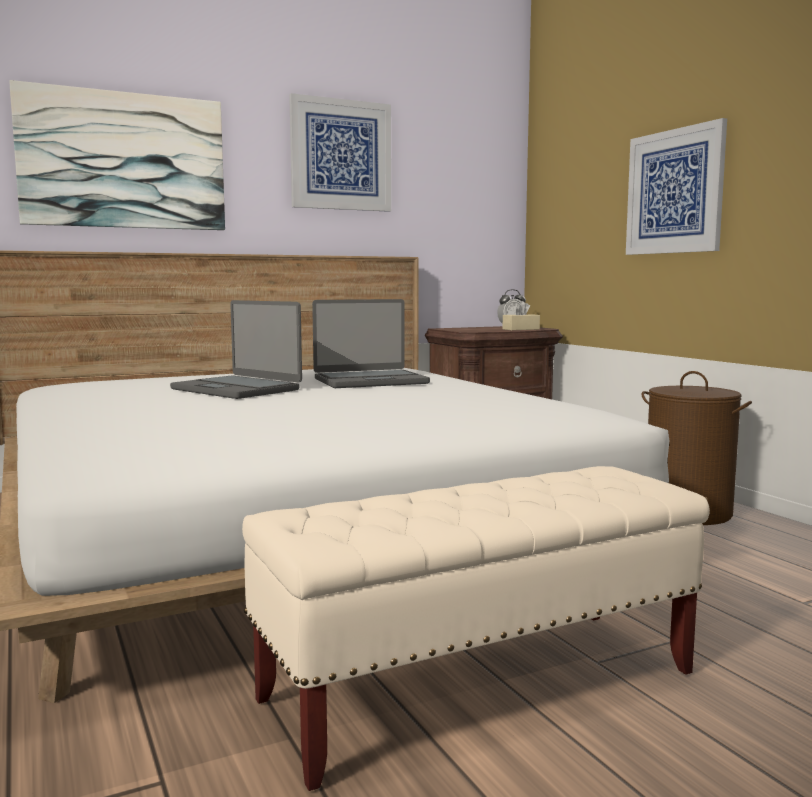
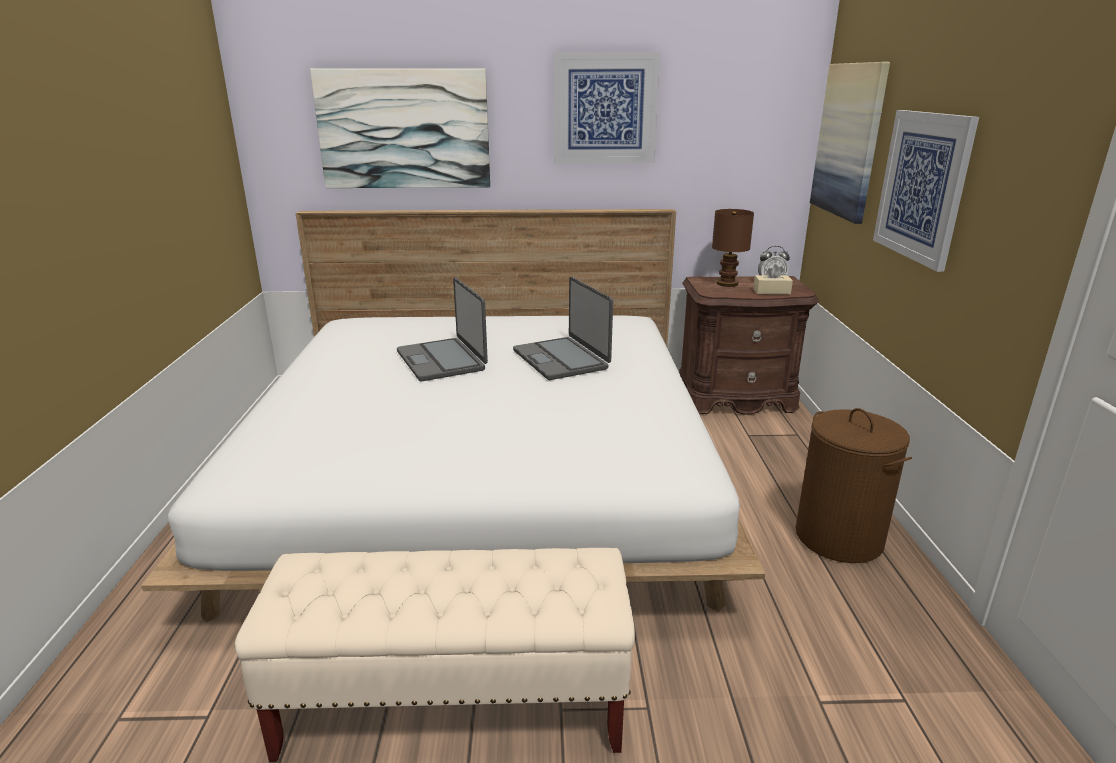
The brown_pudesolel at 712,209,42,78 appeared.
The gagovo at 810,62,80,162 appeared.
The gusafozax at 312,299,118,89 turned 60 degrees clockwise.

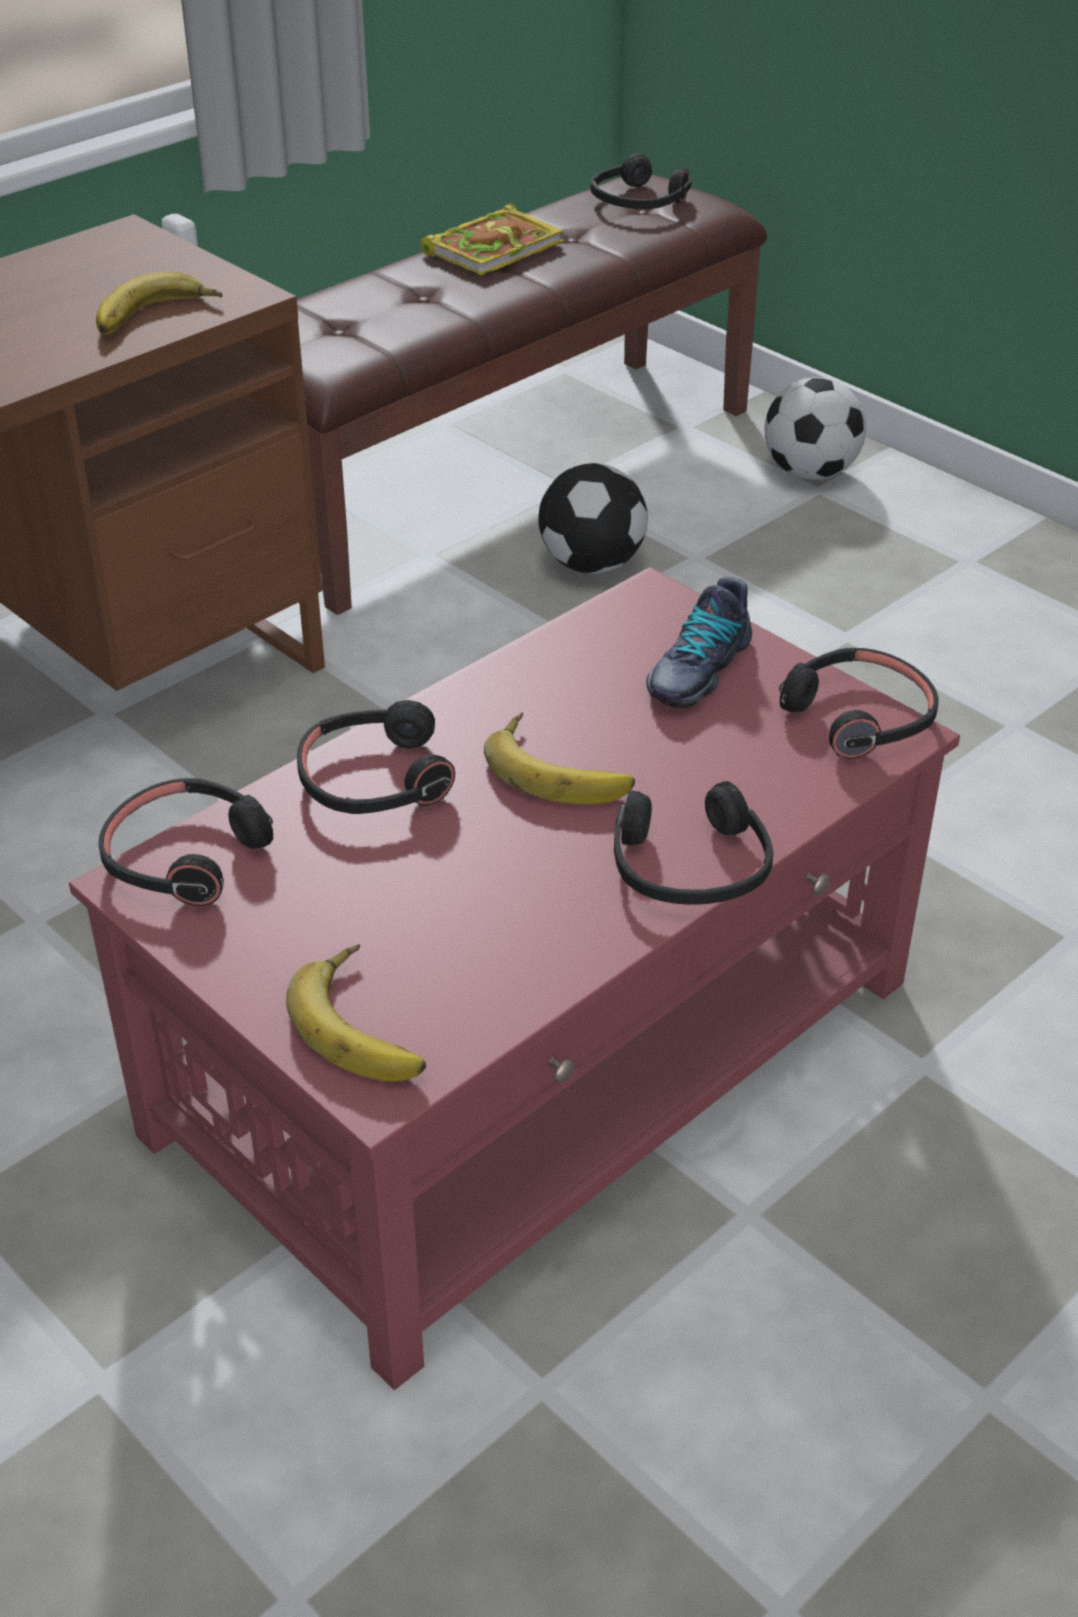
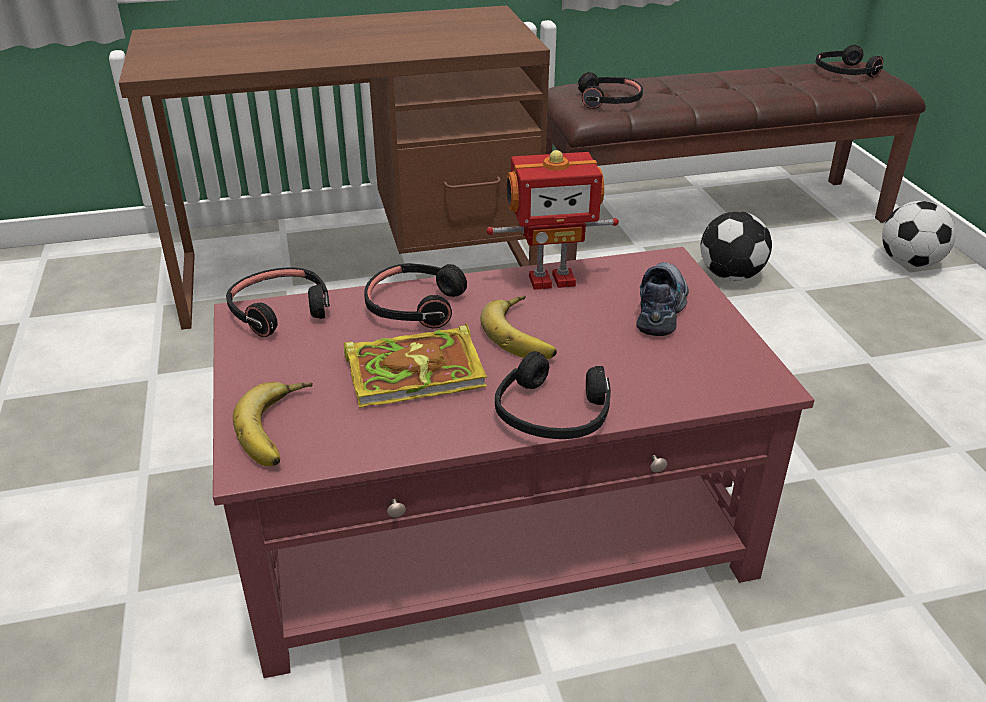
The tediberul at 96,272,126,63 disappeared.
The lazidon at 486,150,133,140 appeared.
The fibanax moved from 421,203,143,72 to 344,324,143,84.
The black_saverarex moved from 779,648,160,111 to 578,72,65,37.
The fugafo at 646,577,106,132 turned 135 degrees clockwise.

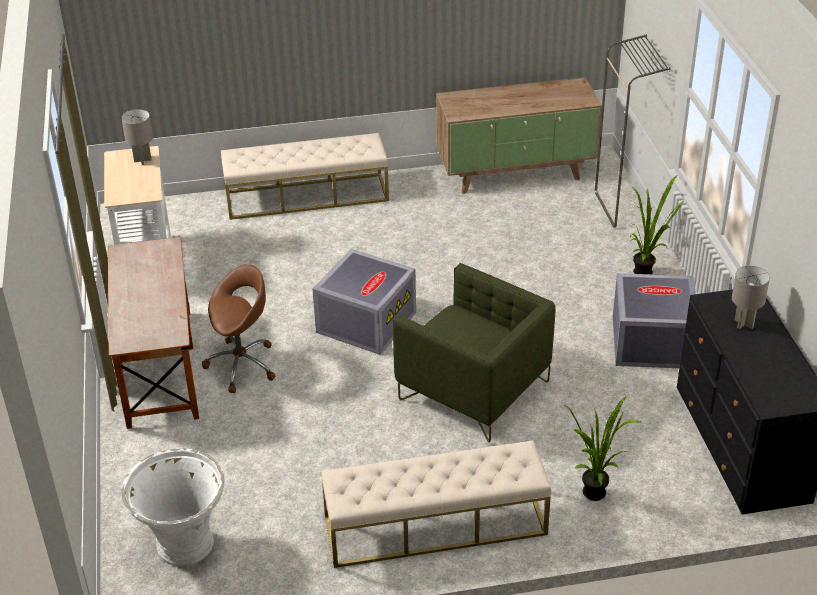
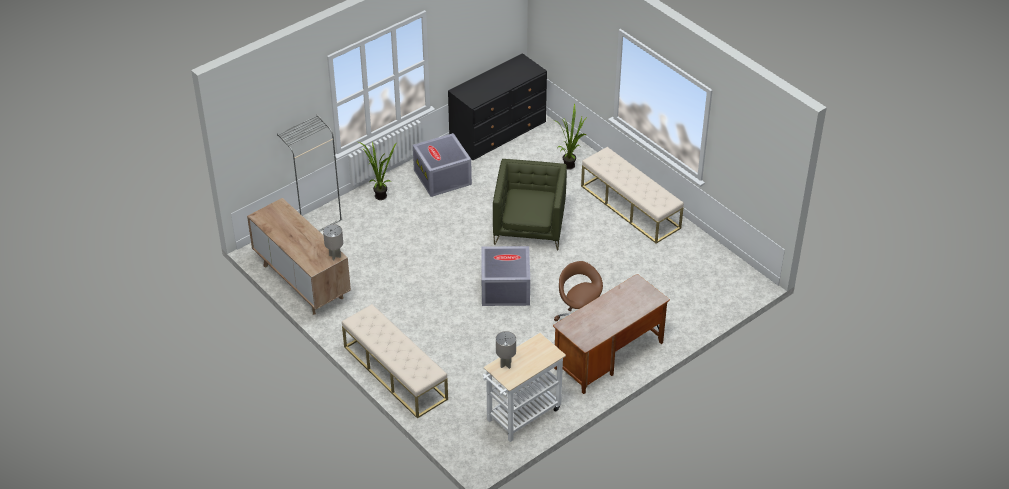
The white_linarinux at 122,448,103,118 disappeared.
The grey_pudesolel moved from 732,266,38,63 to 323,224,20,36.

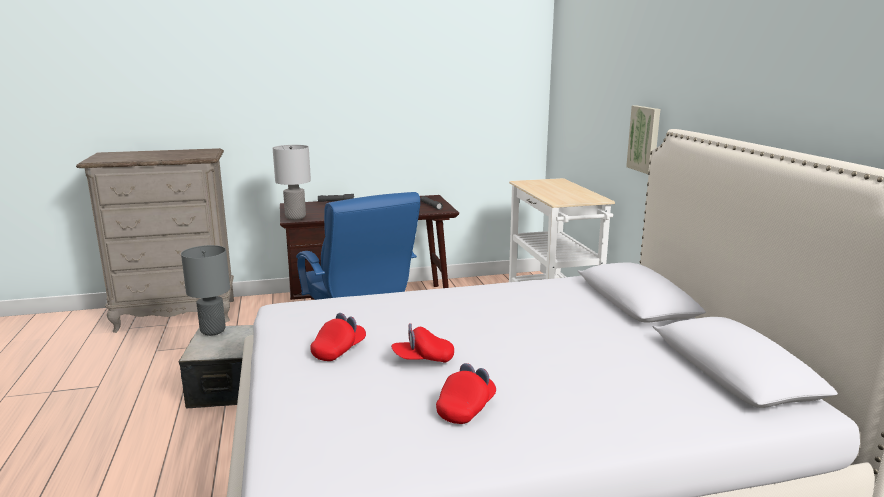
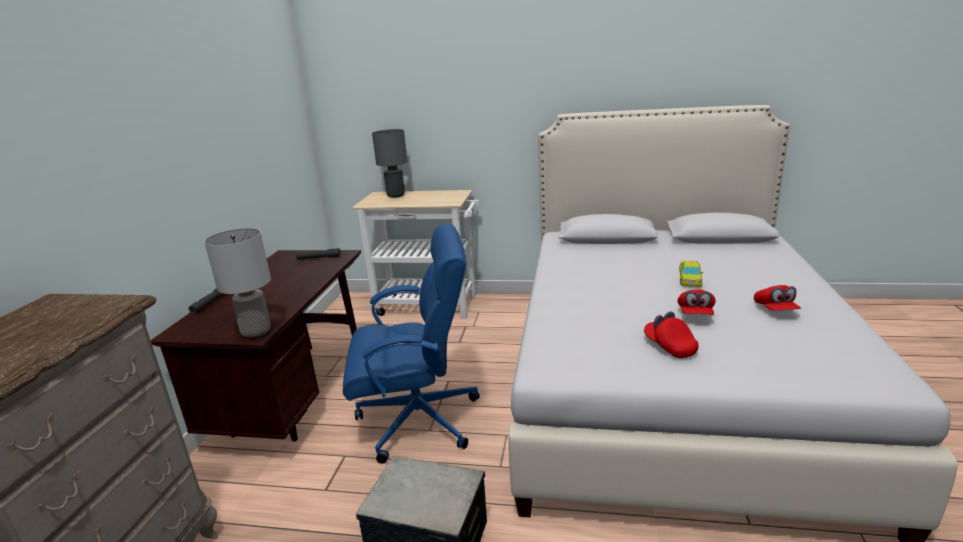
The gagovo at 626,106,34,68 disappeared.
The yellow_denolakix at 679,261,24,26 appeared.
The grey_pudesolel moved from 181,245,49,91 to 372,129,36,69.
The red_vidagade at 436,363,60,61 turned 150 degrees counterclockwise.

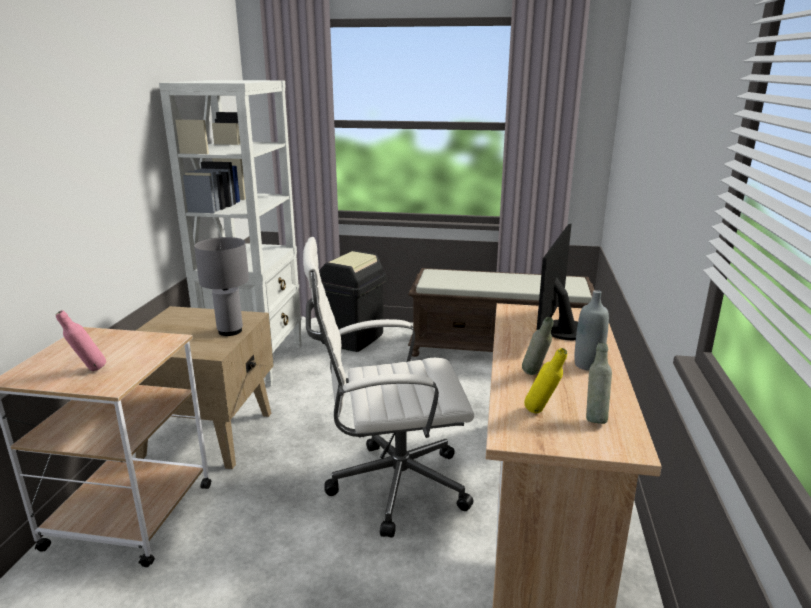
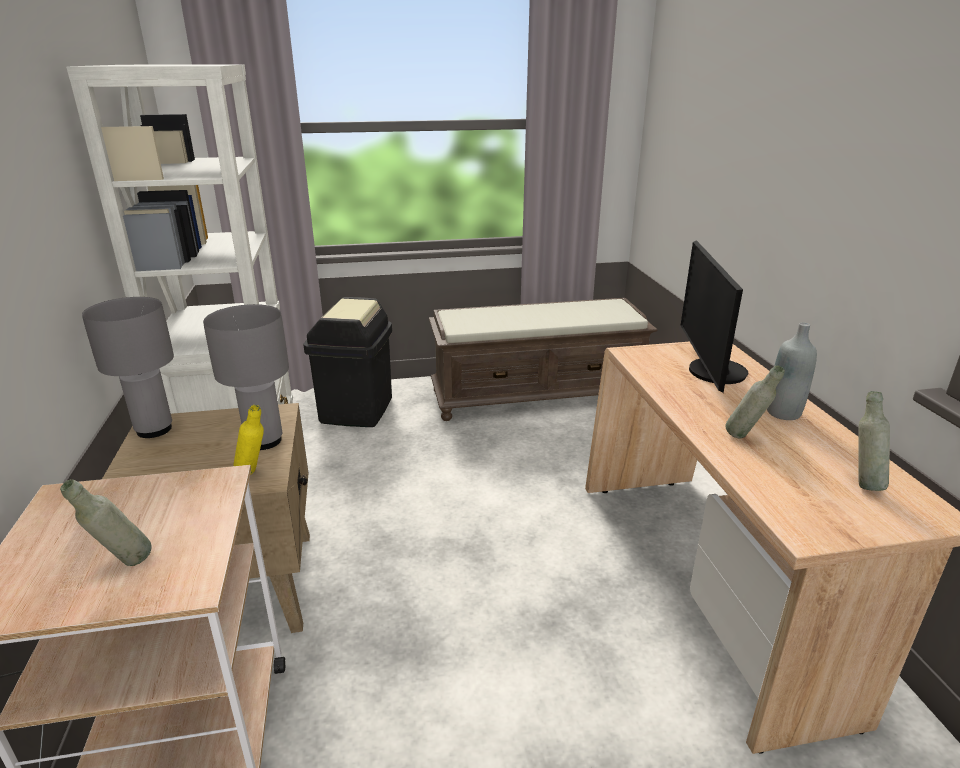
The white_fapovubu at 303,237,171,301 disappeared.
The grey_pudesolel at 82,297,92,141 appeared.
The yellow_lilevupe moved from 524,348,43,65 to 233,405,31,70.
The pink_lilevupe at 55,310,51,61 became the grey_lilevupe at 60,479,92,87.

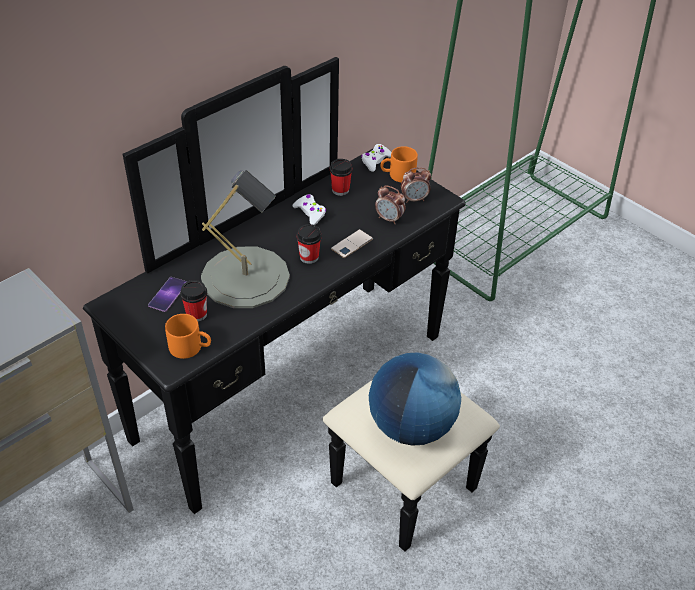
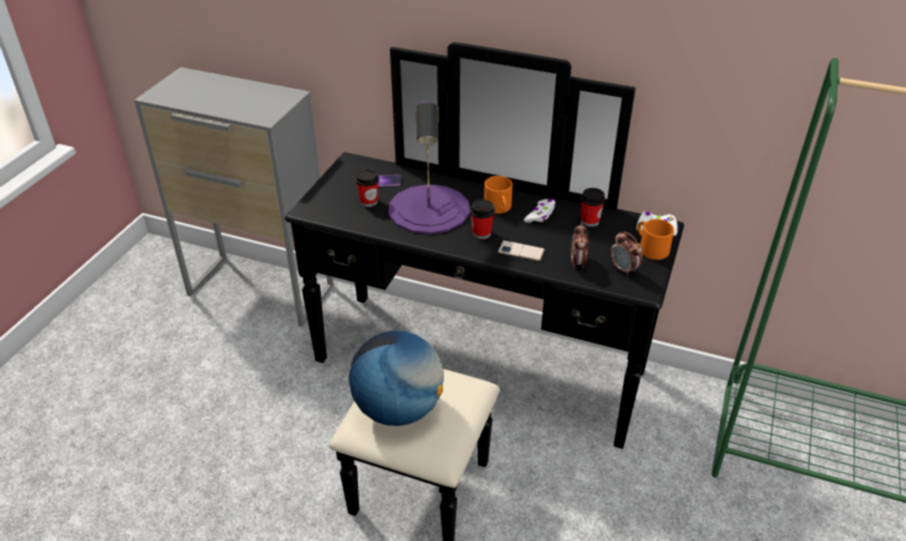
The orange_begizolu moved from 165,314,46,45 to 484,176,29,38.
The grey_pudesolel at 201,170,89,138 became the purple_pudesolel at 389,101,81,133.

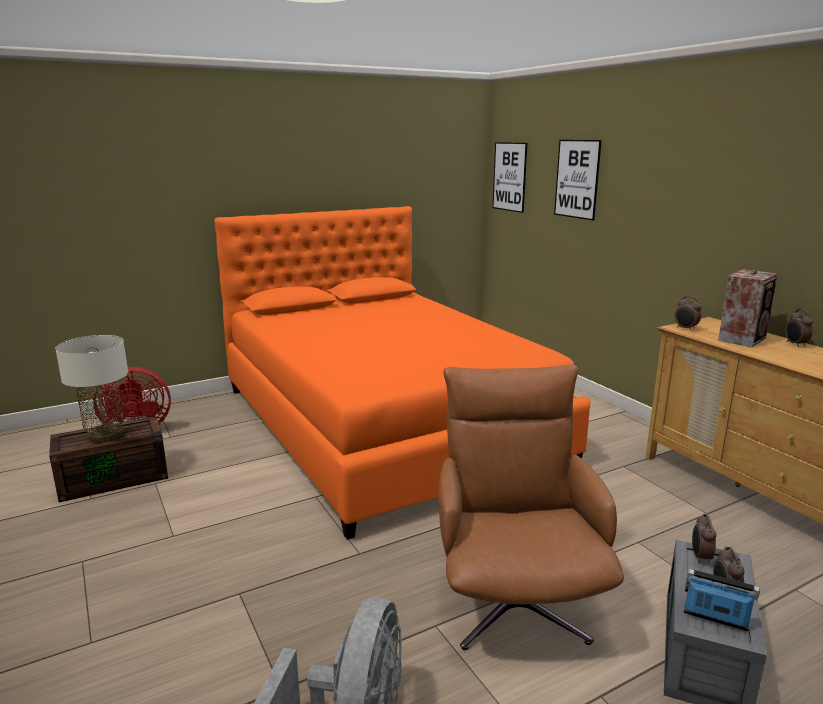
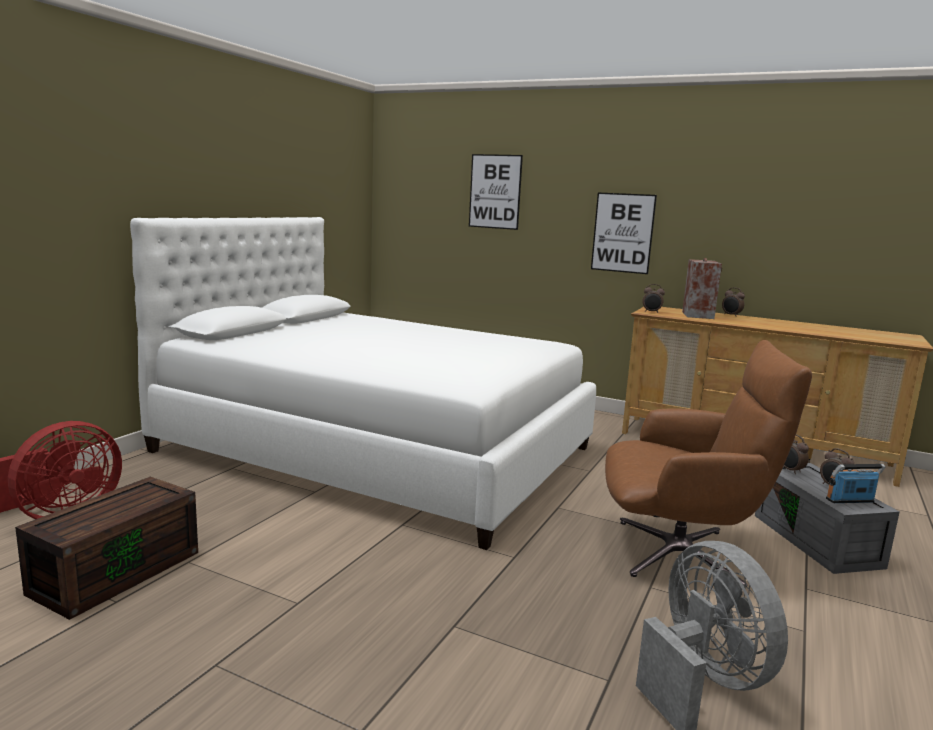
The pudesolel at 55,335,73,108 disappeared.
The gagovo moved from 493,142,34,71 to 591,192,66,82.
The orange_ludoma at 214,206,376,334 became the white_ludoma at 130,217,466,333.
The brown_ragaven at 438,365,186,285 turned 135 degrees clockwise.

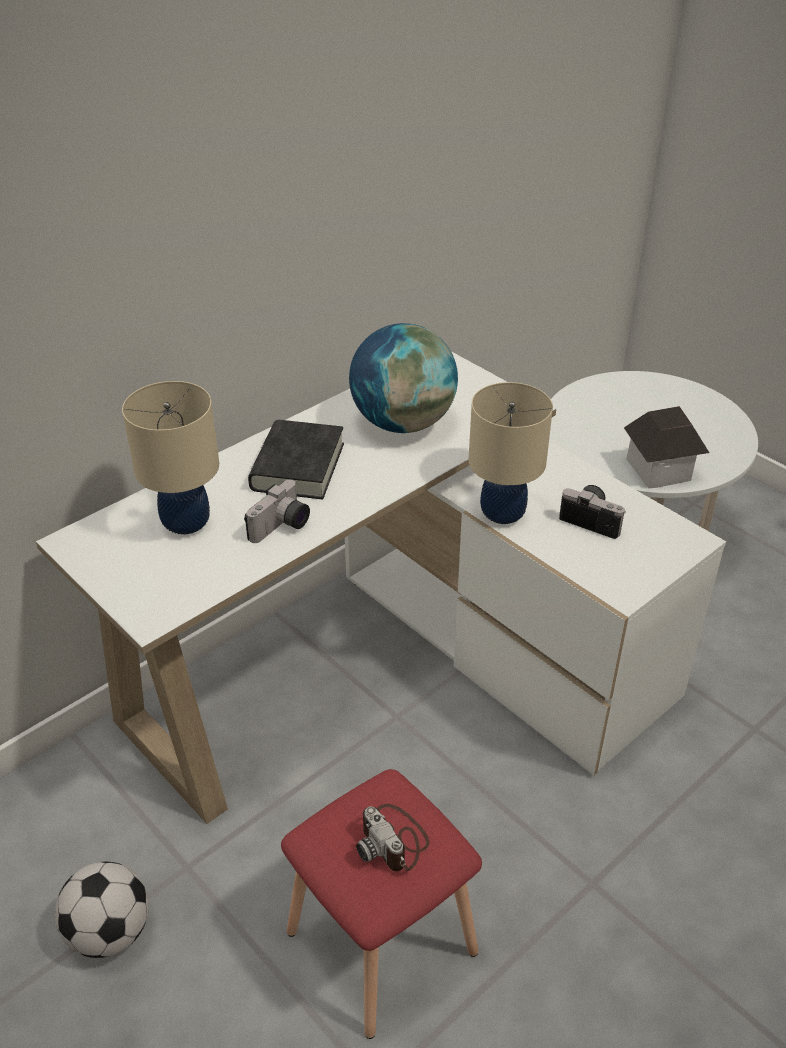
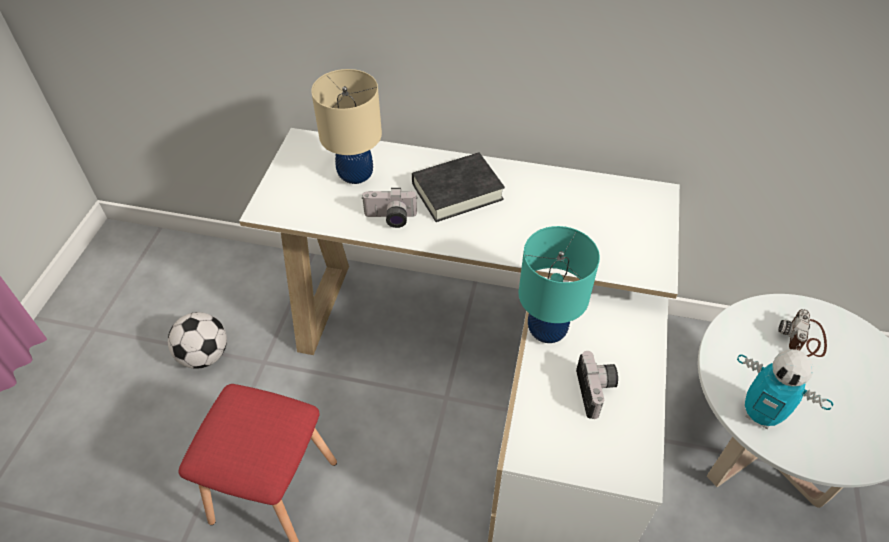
The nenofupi at 349,323,109,110 disappeared.
The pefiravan moved from 356,804,73,67 to 778,309,49,48.
The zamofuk at 624,406,85,82 was replaced by the lazidon at 737,349,96,80.
The beige_pudesolel at 468,382,85,142 became the turquoise_pudesolel at 519,226,81,117.

